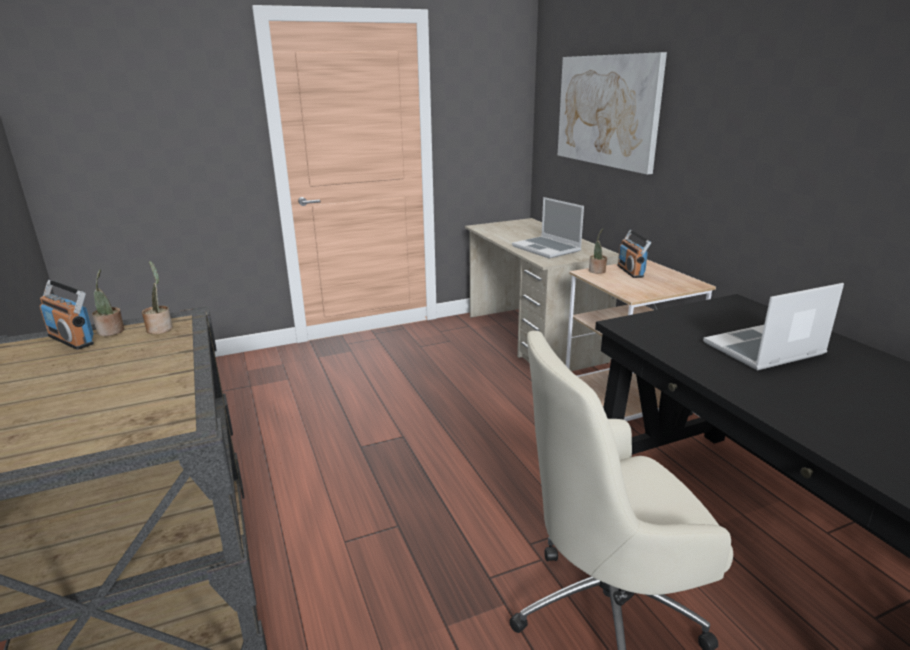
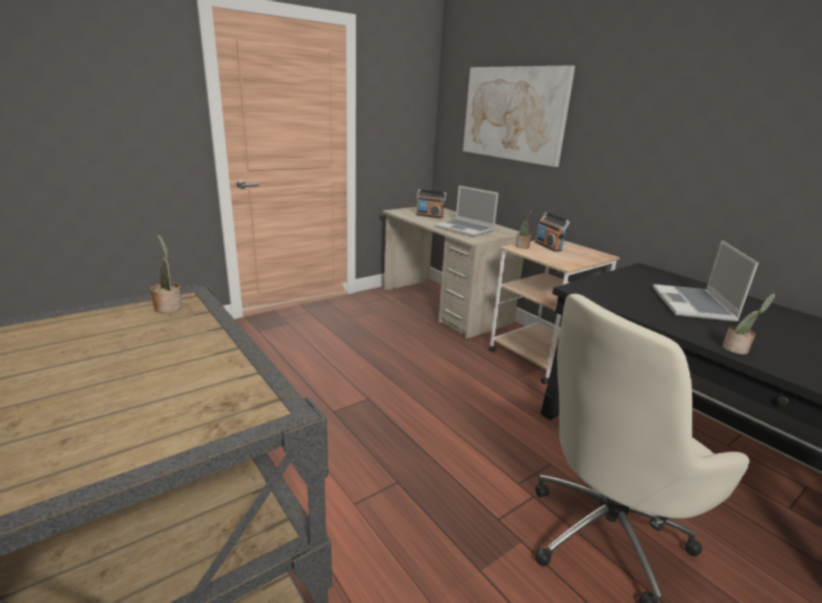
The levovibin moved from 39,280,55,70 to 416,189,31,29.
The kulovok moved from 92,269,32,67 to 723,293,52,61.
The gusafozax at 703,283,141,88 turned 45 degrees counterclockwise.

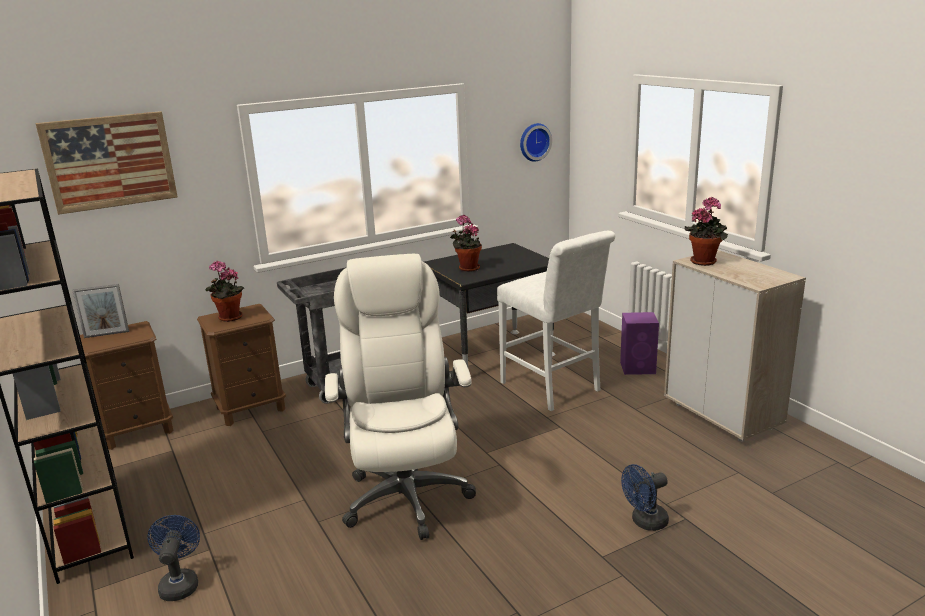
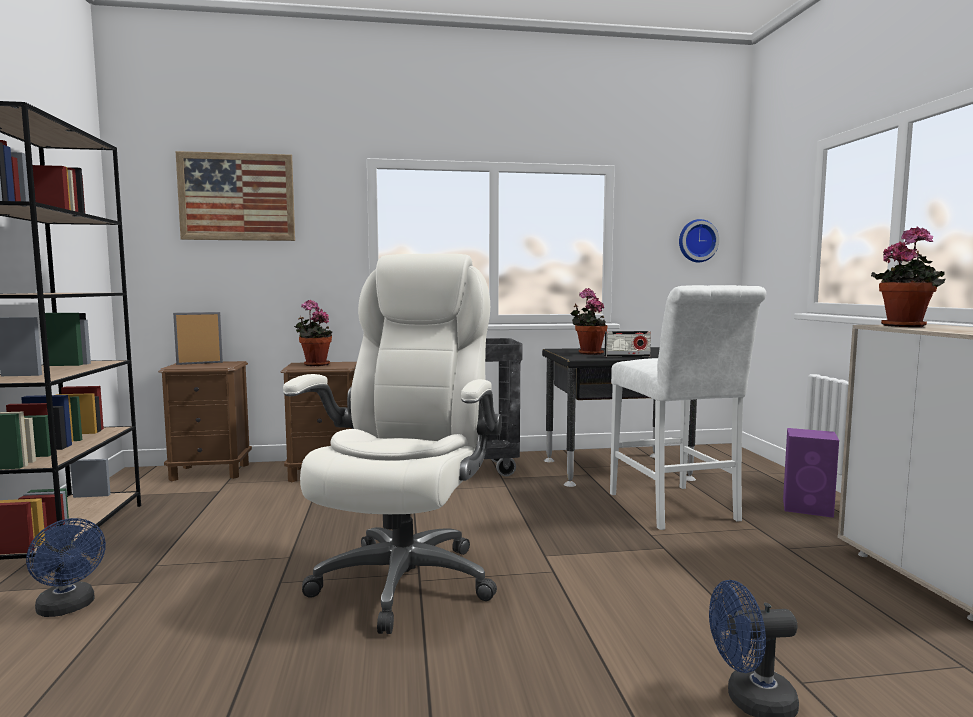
The levovibin at 605,331,46,26 appeared.
The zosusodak at 72,284,57,54 turned 150 degrees clockwise.
The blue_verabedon at 147,515,53,86 turned 120 degrees clockwise.

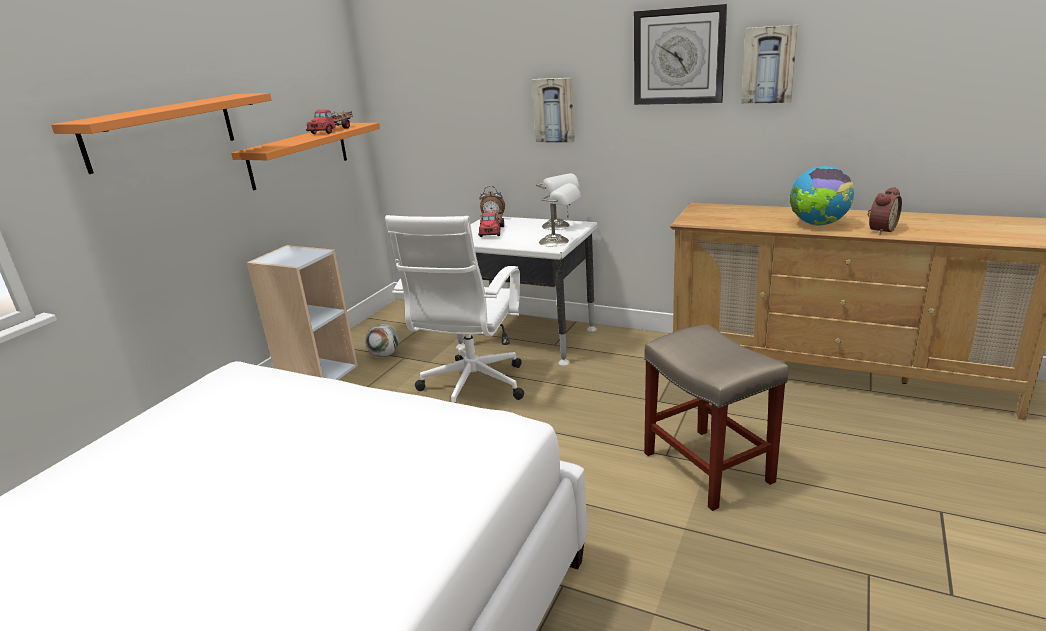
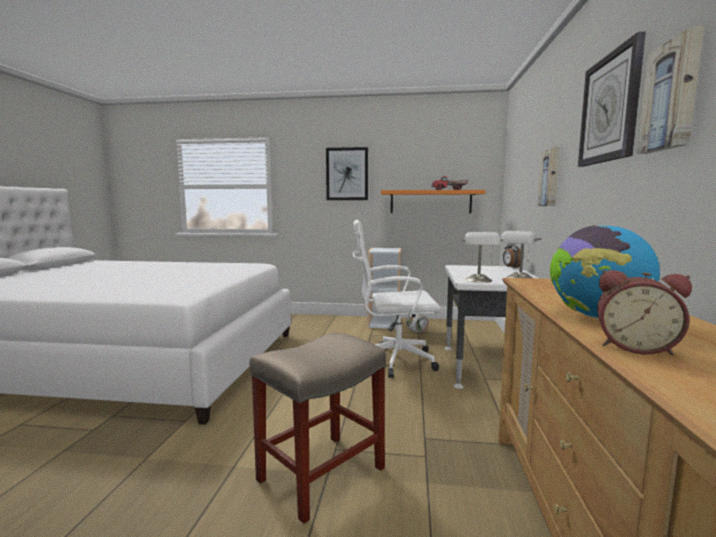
The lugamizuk at 478,210,26,27 disappeared.
The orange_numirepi at 51,93,220,81 was replaced by the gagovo at 326,147,42,53.

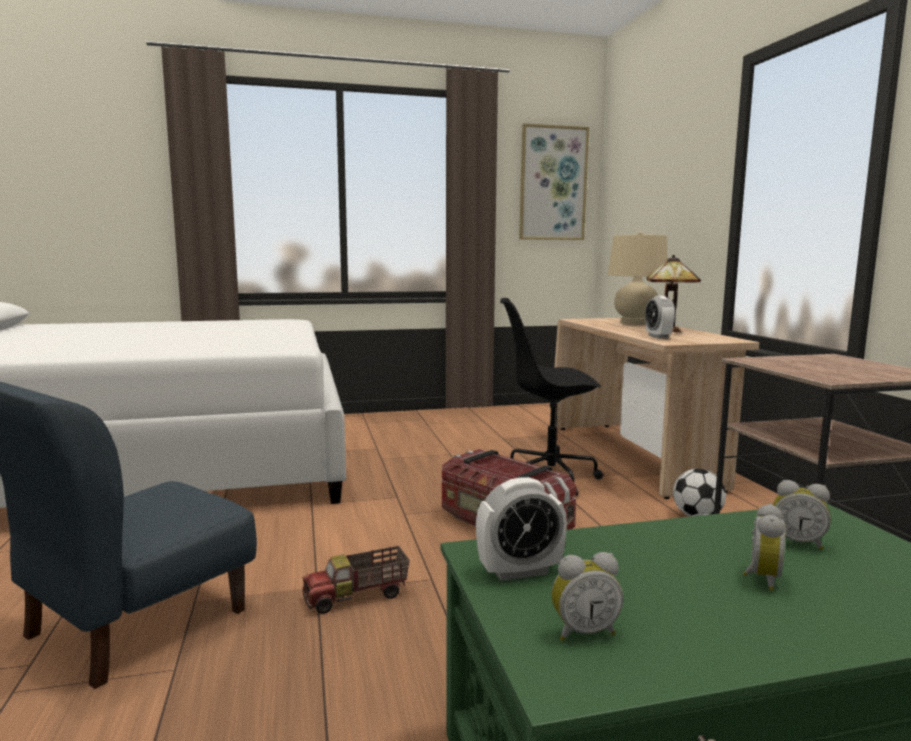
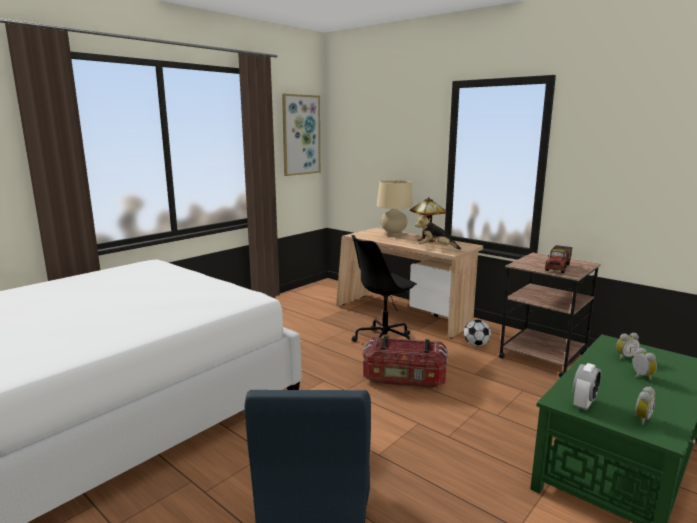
The lugamizuk moved from 302,546,108,68 to 545,245,28,28.
The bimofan at 645,296,30,43 was replaced by the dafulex at 415,214,46,36.

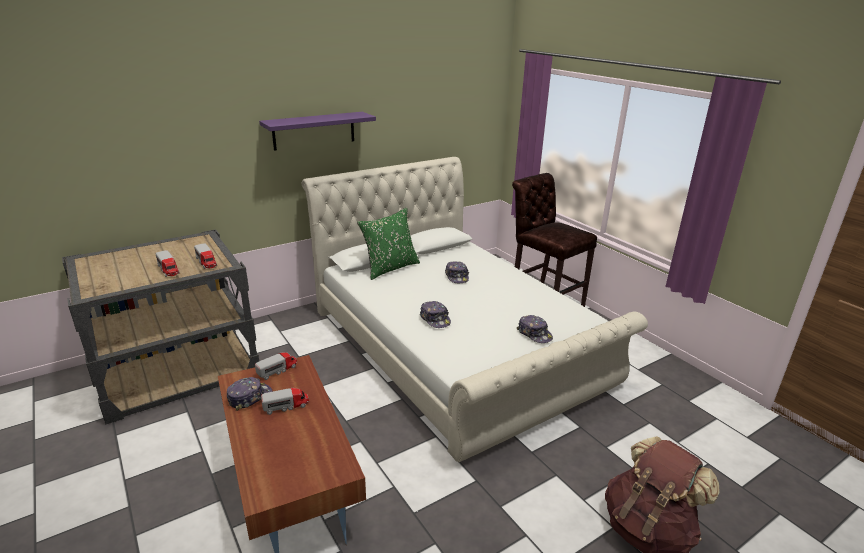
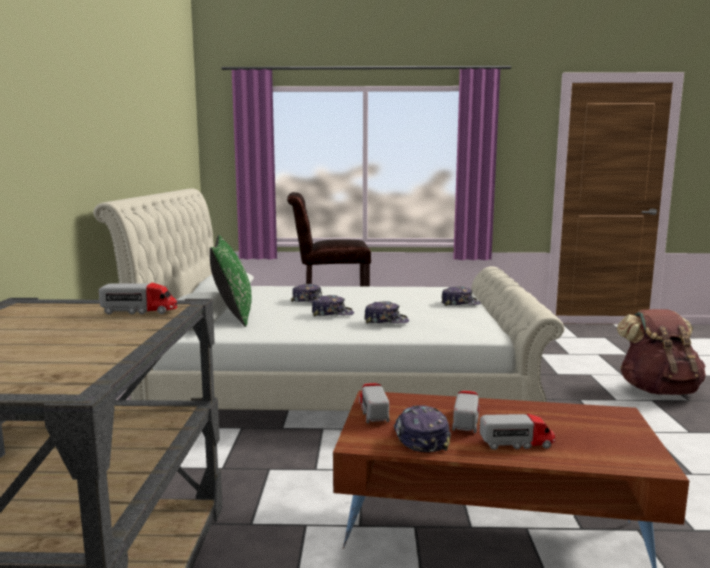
The purple_numirepi at 259,112,117,39 disappeared.
The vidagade at 311,295,43,22 appeared.
The lugamizuk moved from 156,250,23,27 to 480,414,75,36.

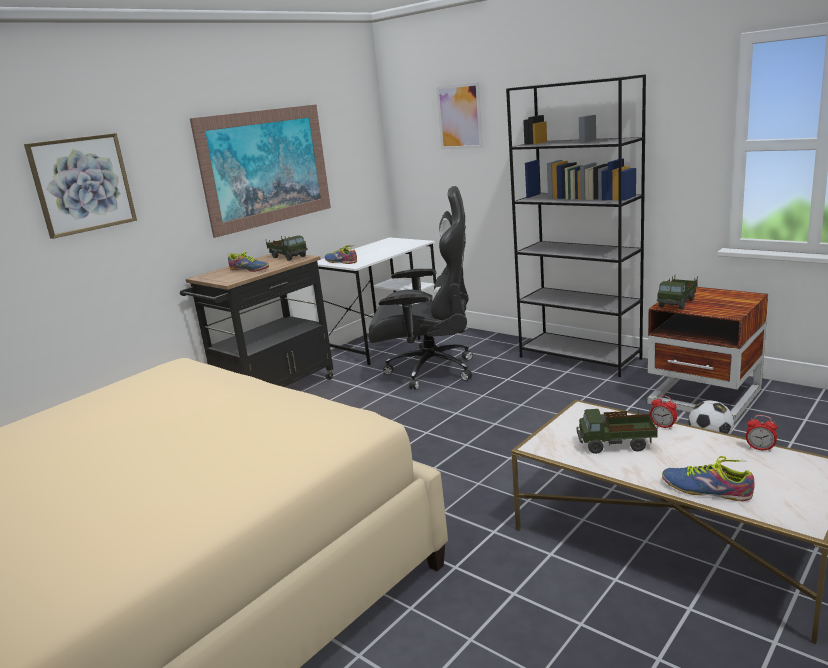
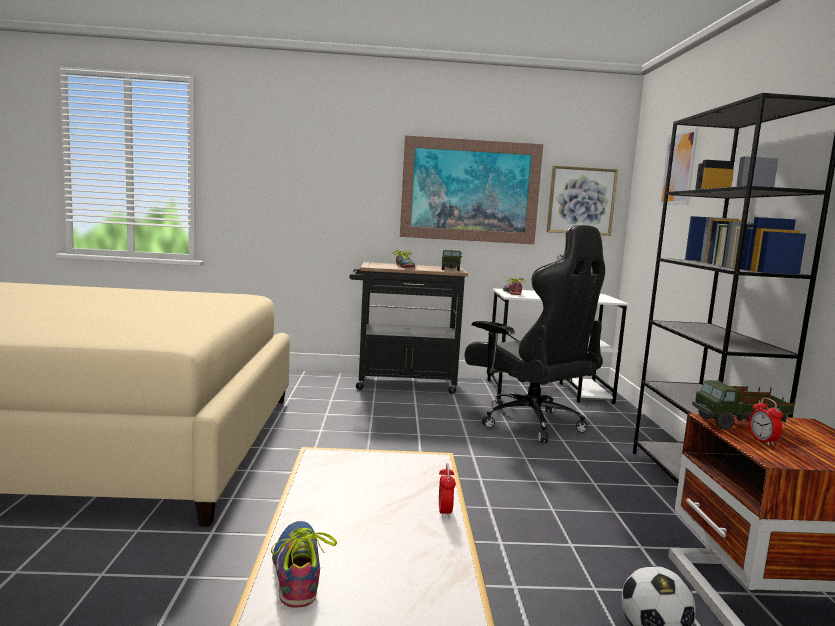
The lugamizuk at 576,409,82,45 disappeared.
The gagovo moved from 24,133,113,106 to 547,166,71,70.
The bimofan moved from 746,415,31,36 to 749,398,34,48.

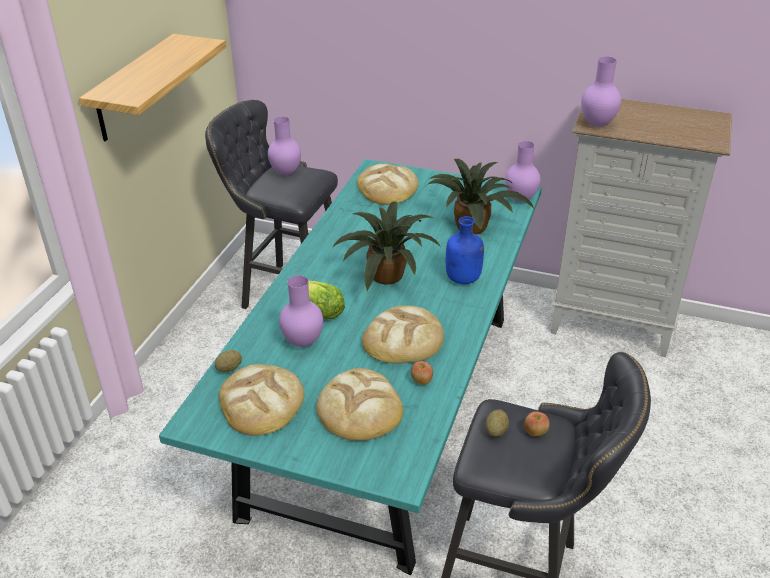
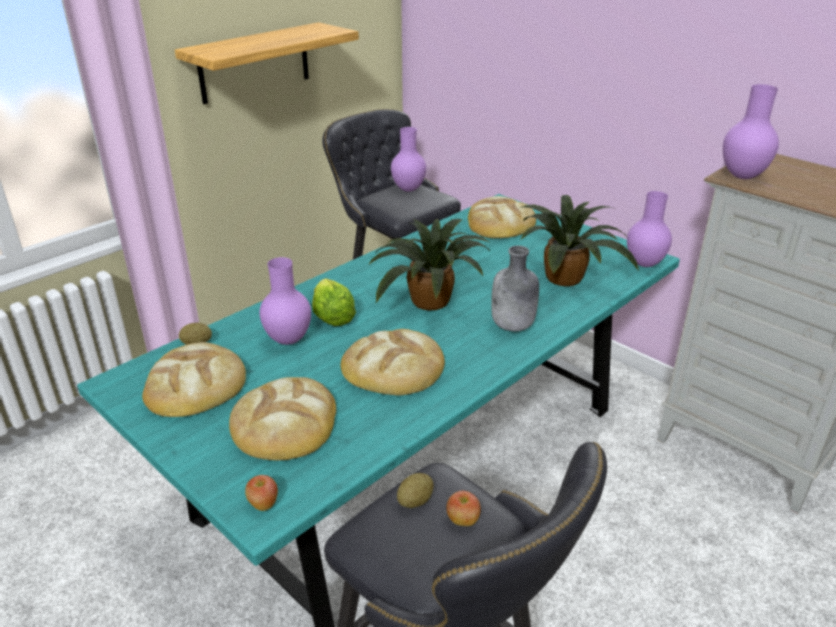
The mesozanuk moved from 411,361,22,24 to 245,475,33,36.
The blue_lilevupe at 446,216,38,68 became the grey_lilevupe at 491,246,48,85.

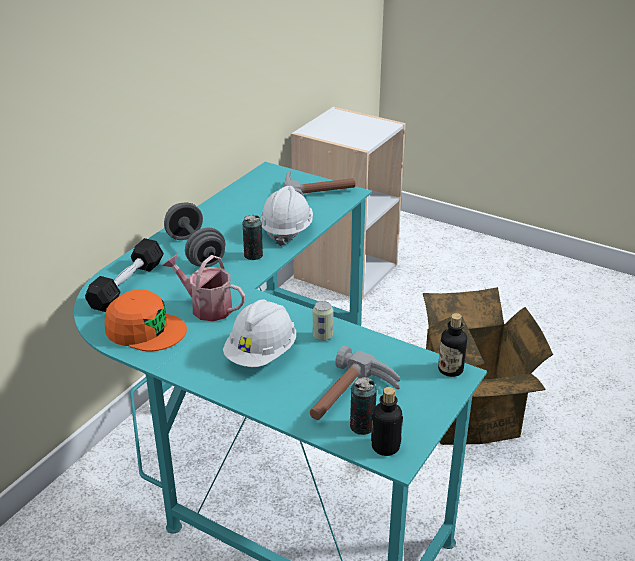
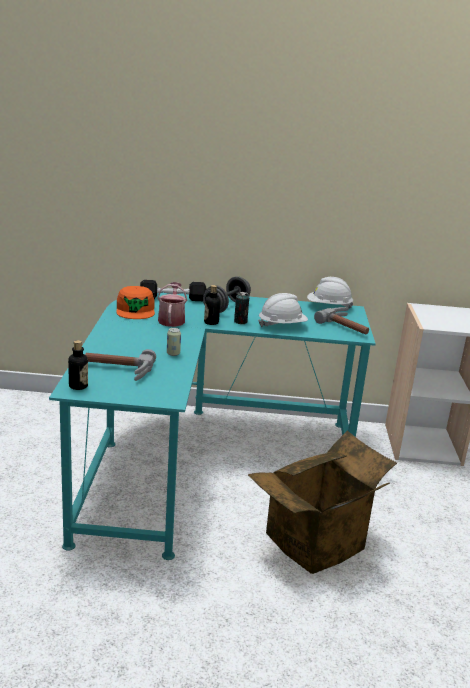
The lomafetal at 350,377,27,58 disappeared.
The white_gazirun moved from 223,300,73,67 to 307,277,46,32.
The lilevupe moved from 438,313,29,64 to 204,285,16,40.

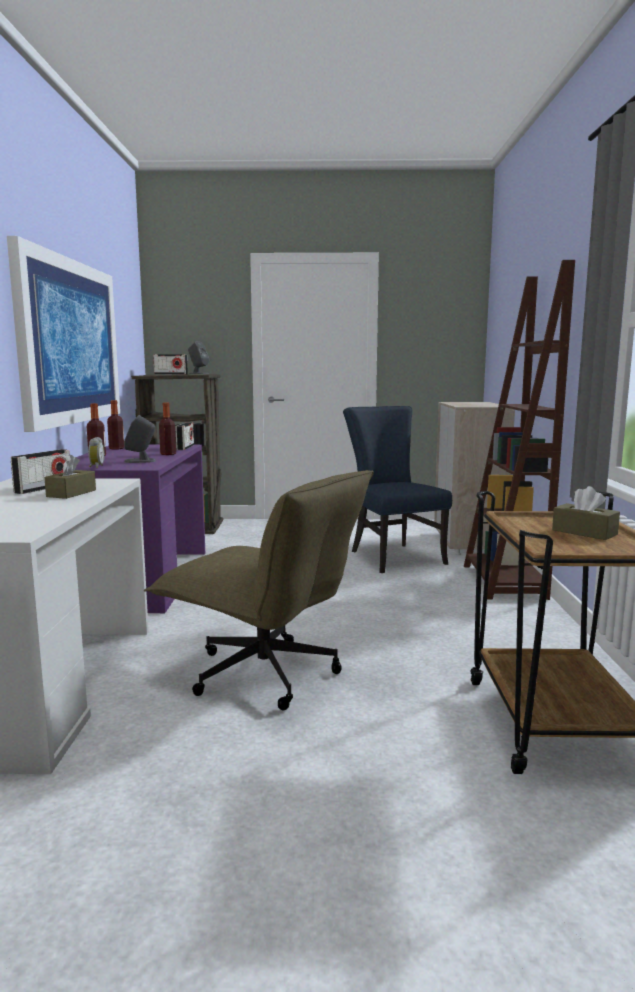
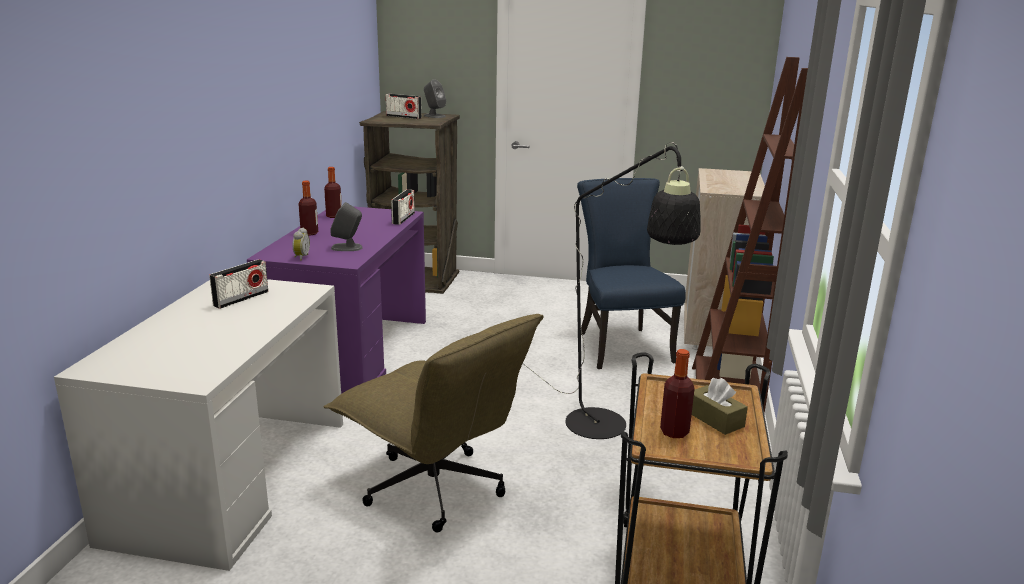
The gagovo at 7,236,113,196 disappeared.
The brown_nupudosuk at 44,455,52,44 disappeared.
The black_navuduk at 524,142,177,297 appeared.
The lilevupe moved from 159,402,17,53 to 660,349,35,89.

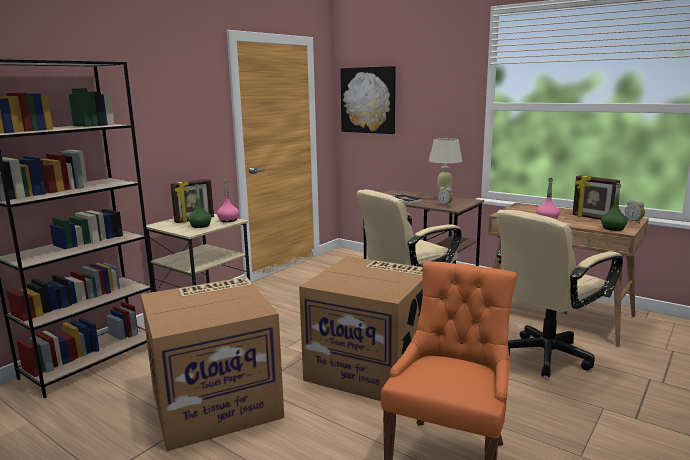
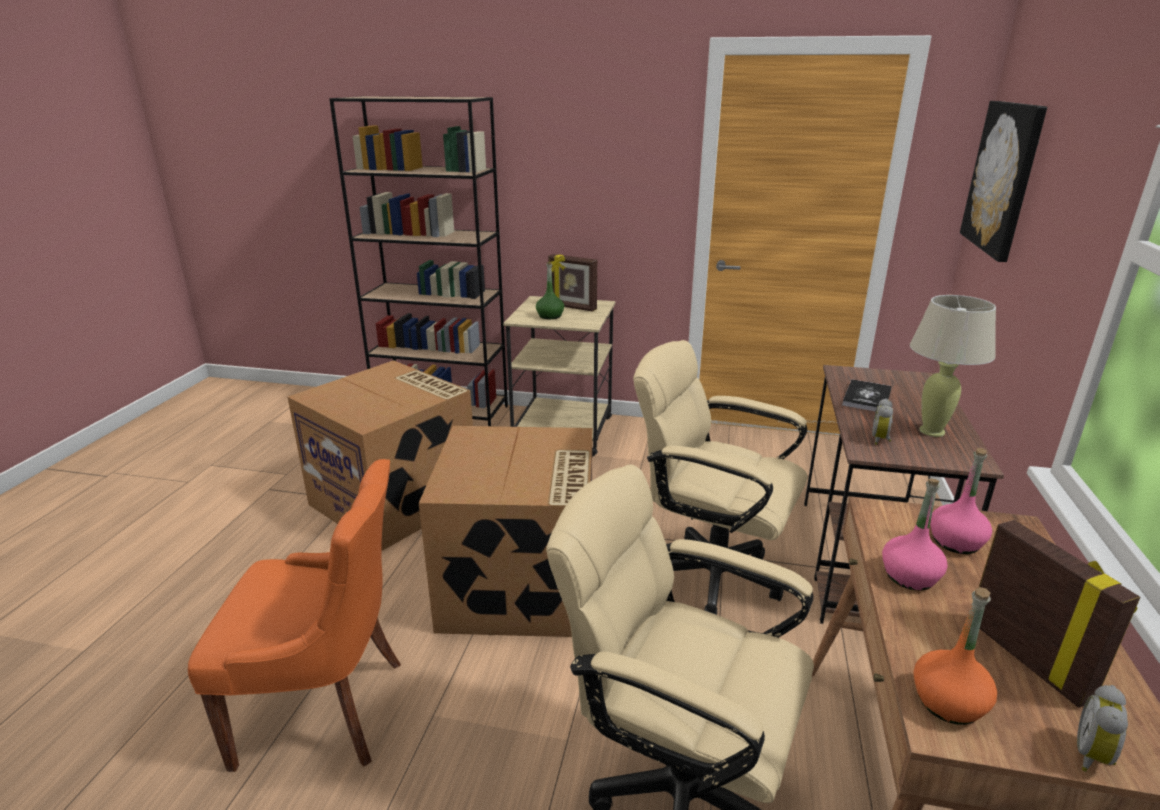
The pink_lilevupe moved from 217,179,22,43 to 930,448,62,106.
The green_lilevupe at 601,183,27,48 became the orange_lilevupe at 913,587,84,138.
The zosusodak at 572,175,48,45 turned 135 degrees clockwise.

